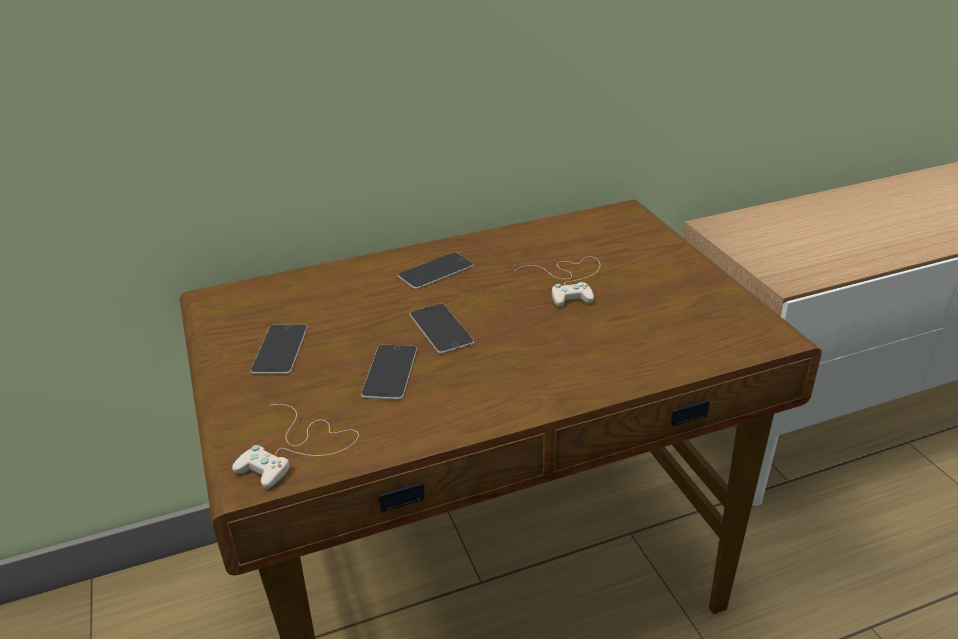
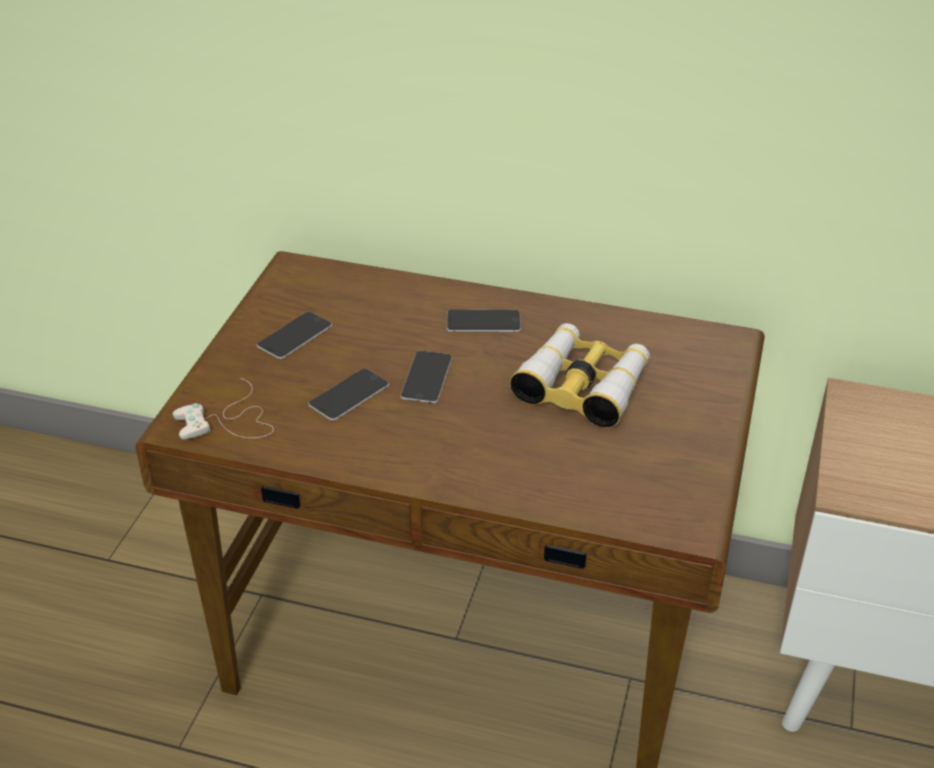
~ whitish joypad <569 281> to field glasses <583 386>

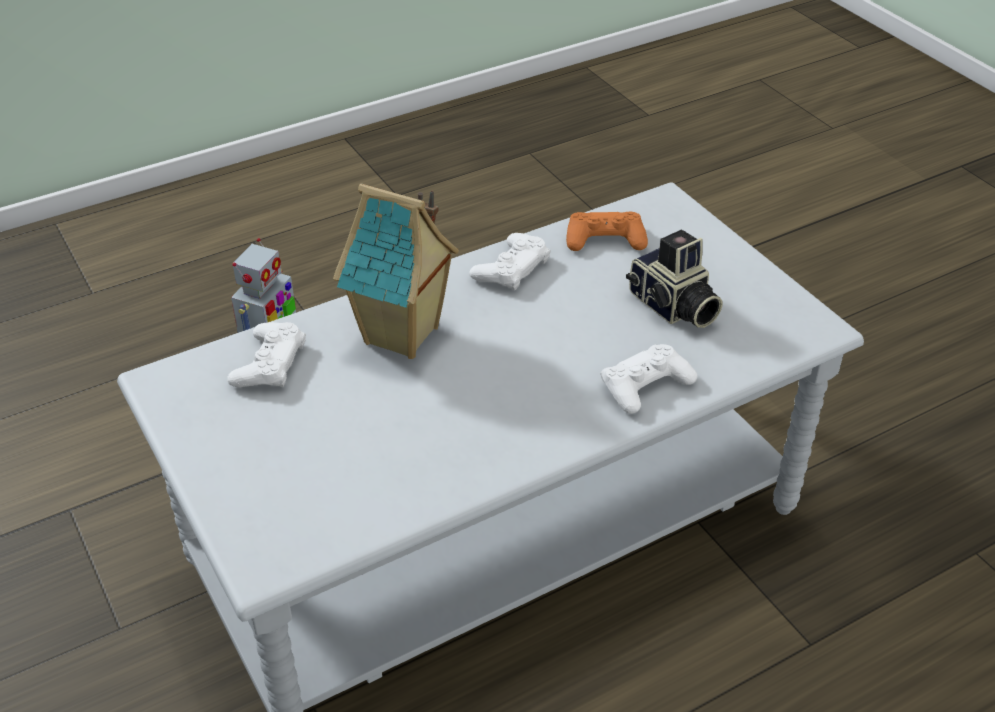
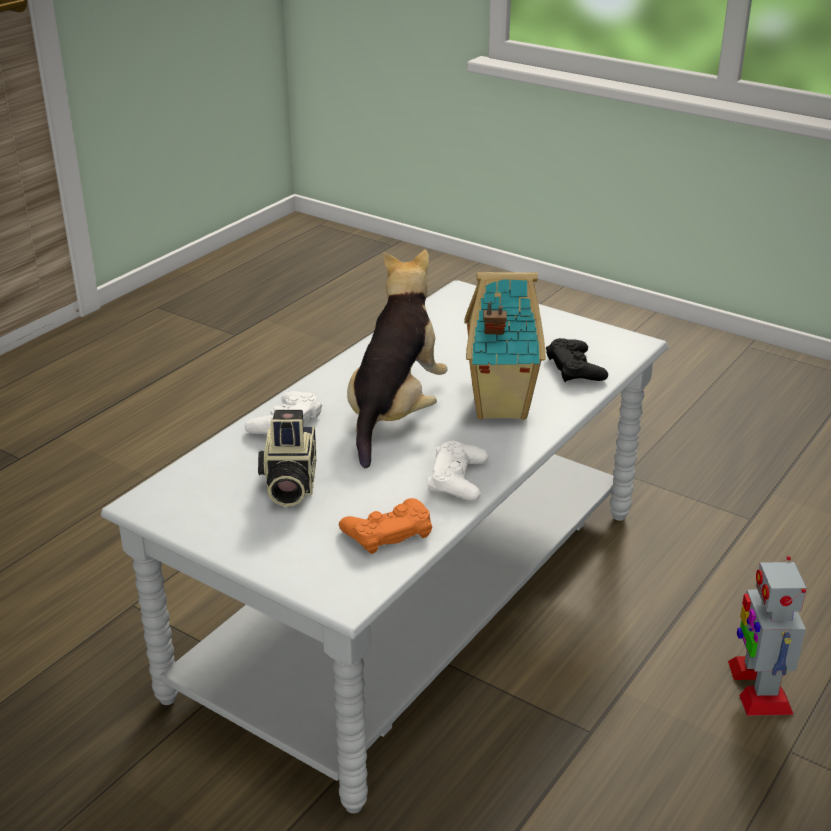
~ still camera <672 307> = <288 484> 120 degrees counterclockwise
~ whitish joypad <269 363> to black joypad <575 368>
+ cuddly toy <395 412>

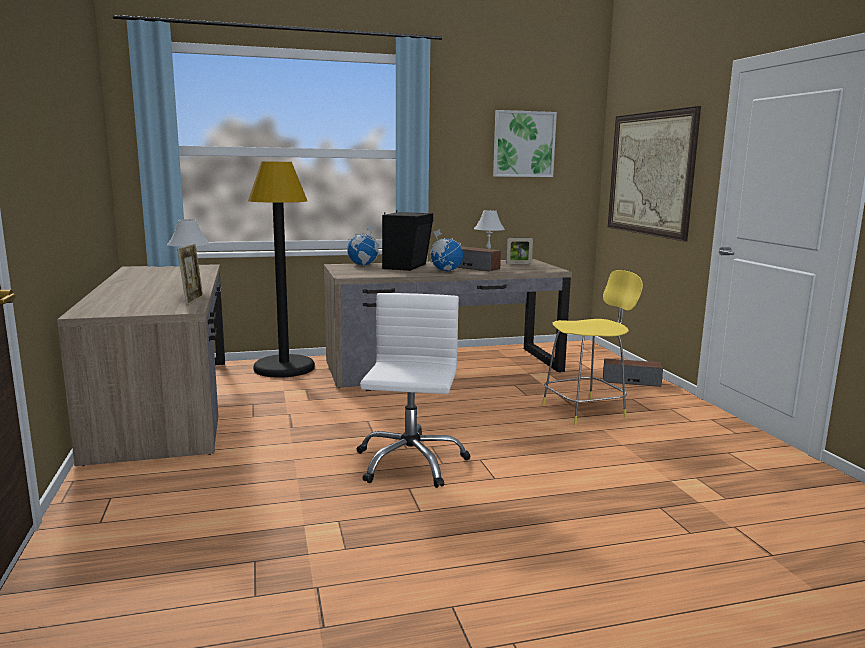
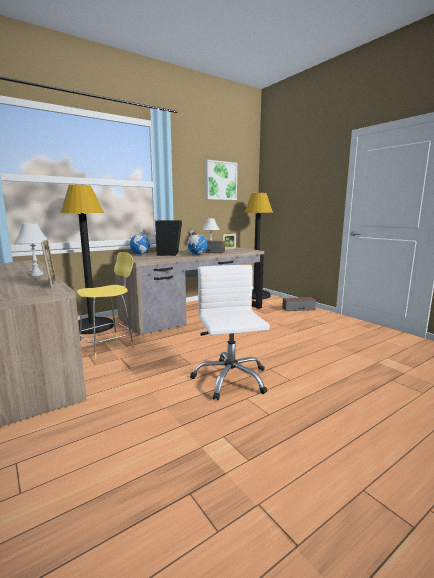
- wall picture <650 174>
~ yellow sitting stool <586 410> to <108 346>
+ black floor lamp <255 295>

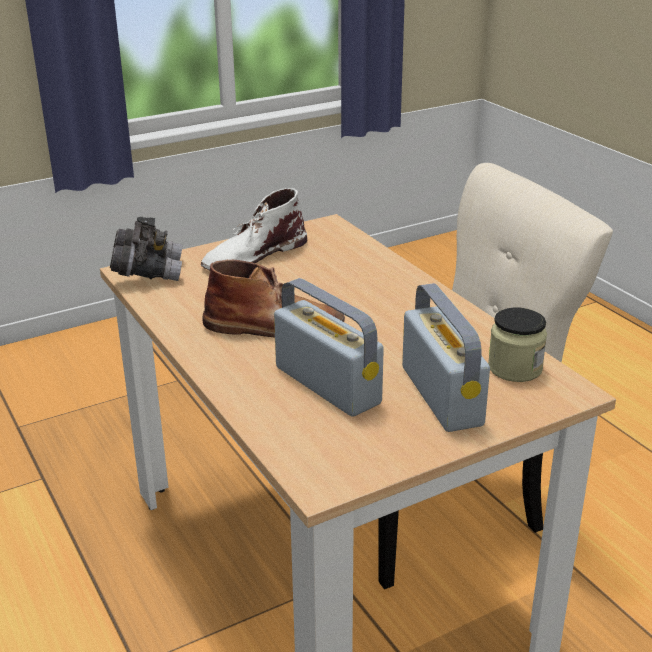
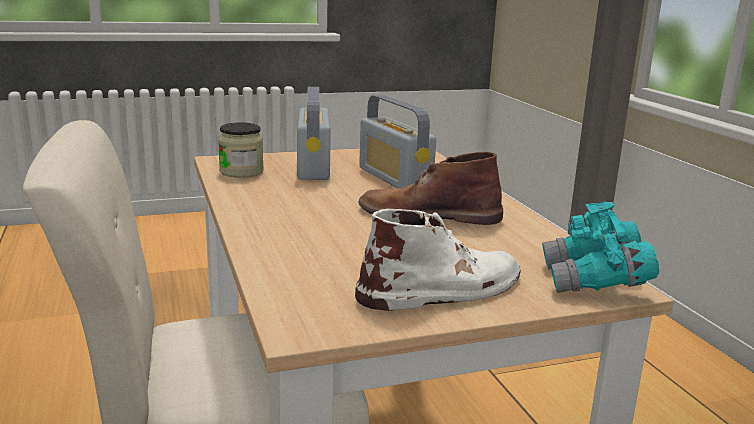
~ gray field glasses <148 272> to turquoise-coloured field glasses <594 282>

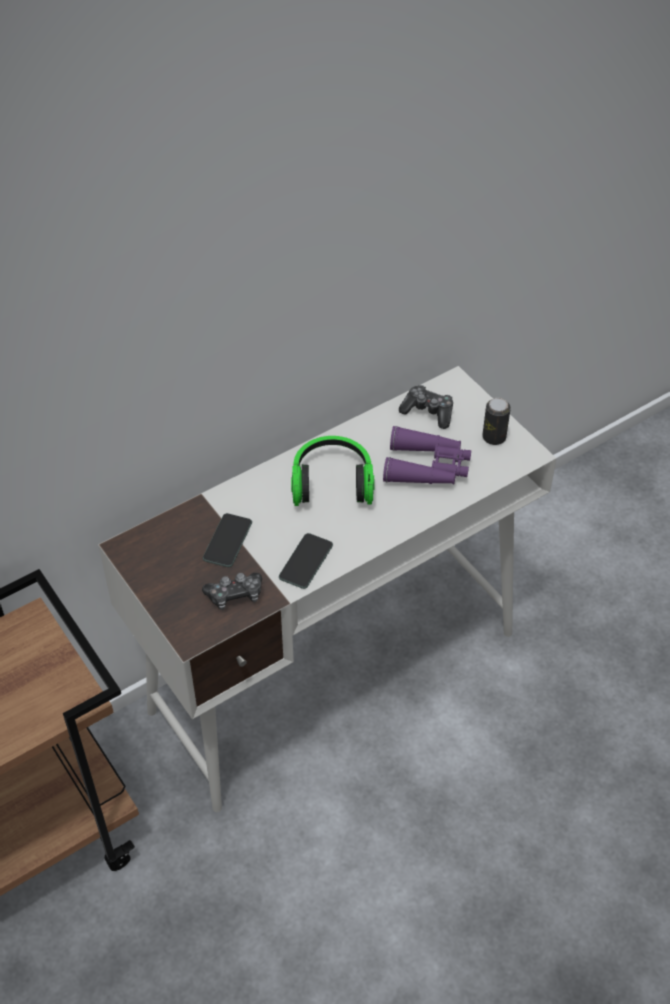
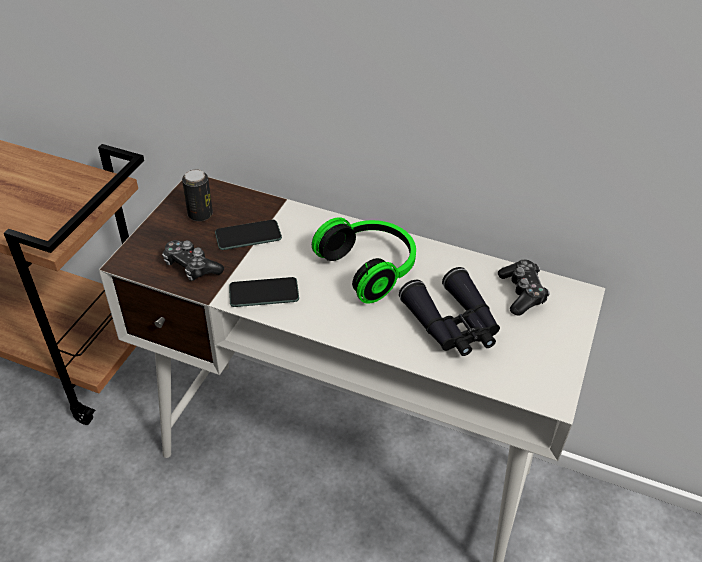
~ metal can <494 437> to <200 214>
~ purple field glasses <427 467> to black field glasses <453 324>

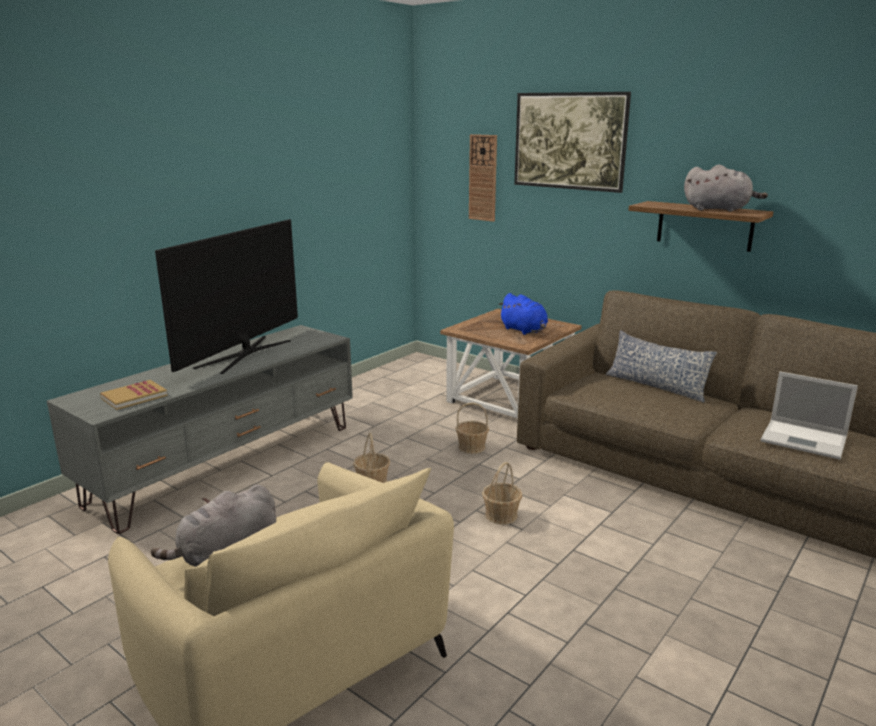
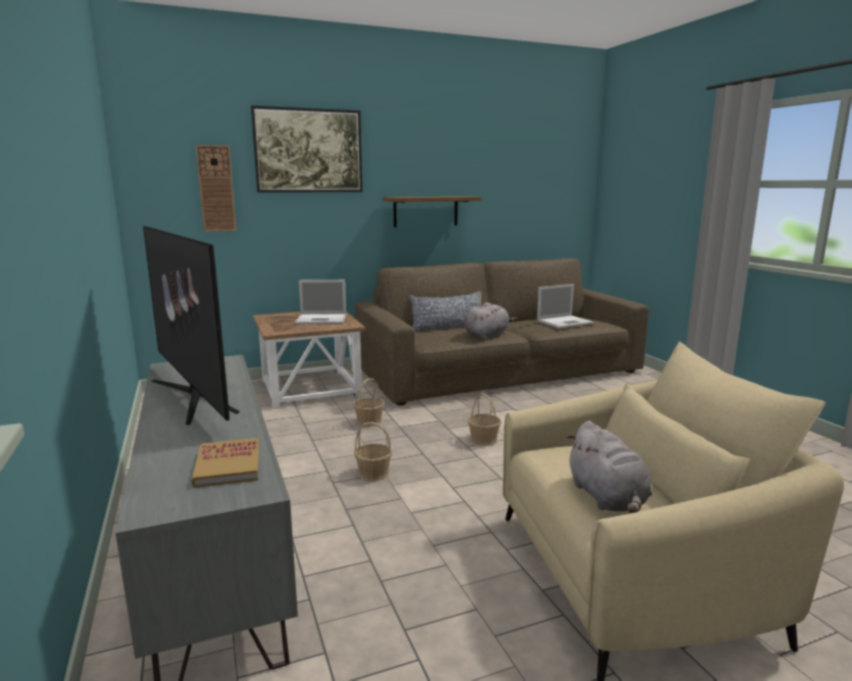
~ gray cuddly toy <719 209> to <487 334>
~ bluish cuddly toy <524 331> to laptop <322 319>

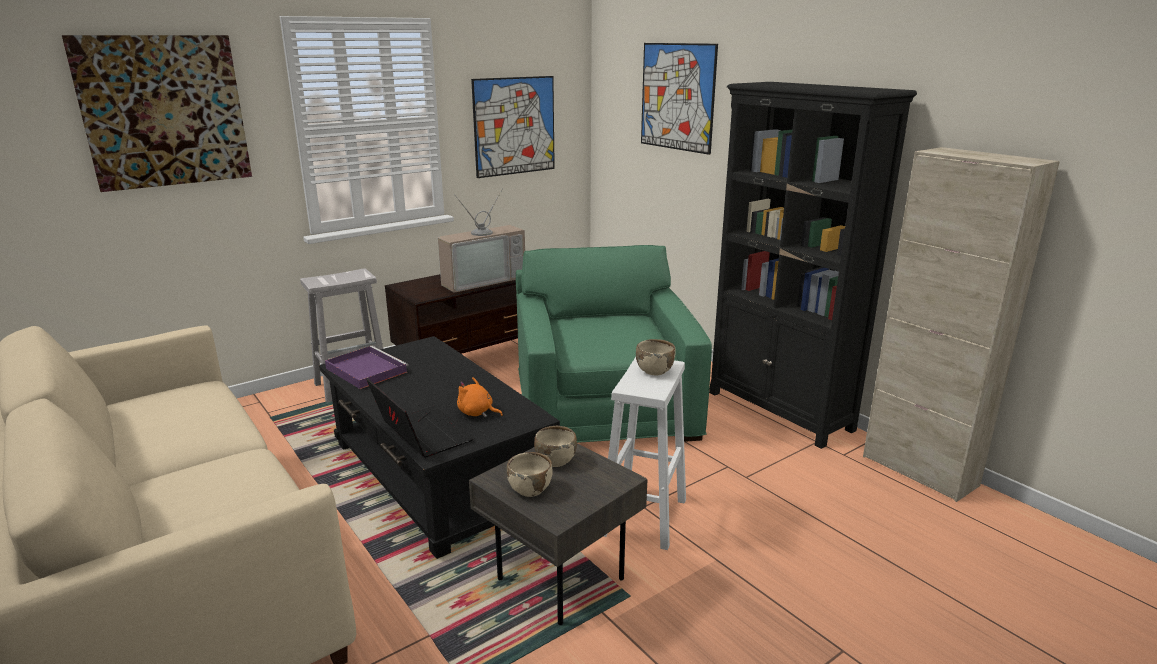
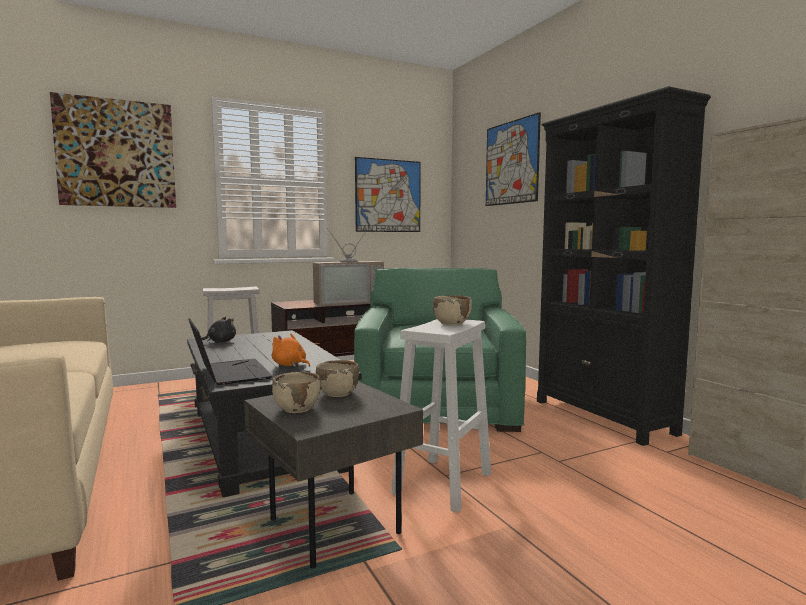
~ purple serving tray <365 370> to black cuddly toy <220 342>

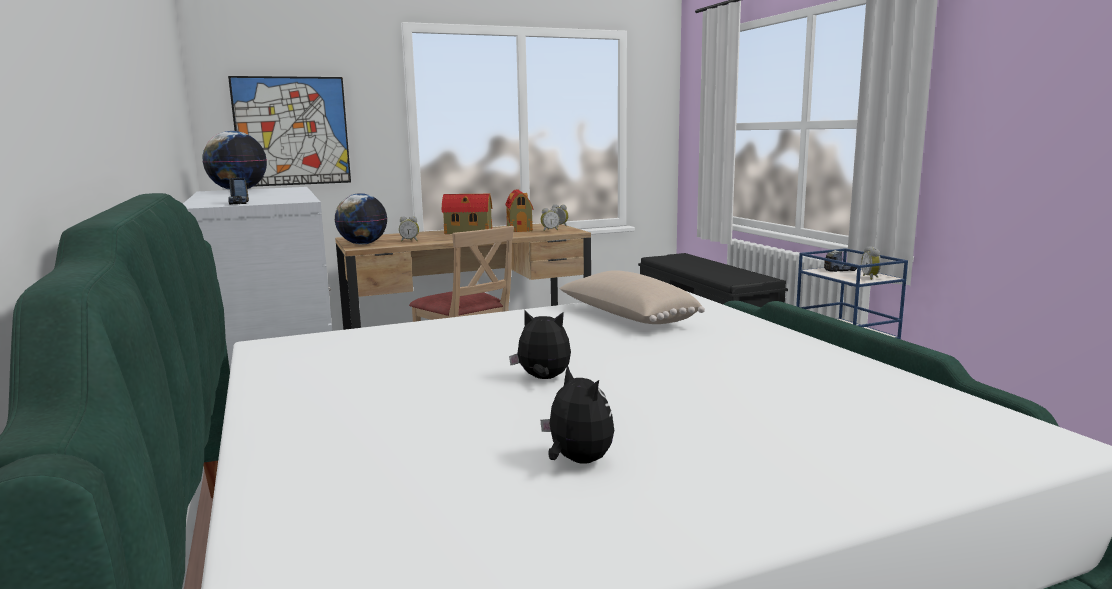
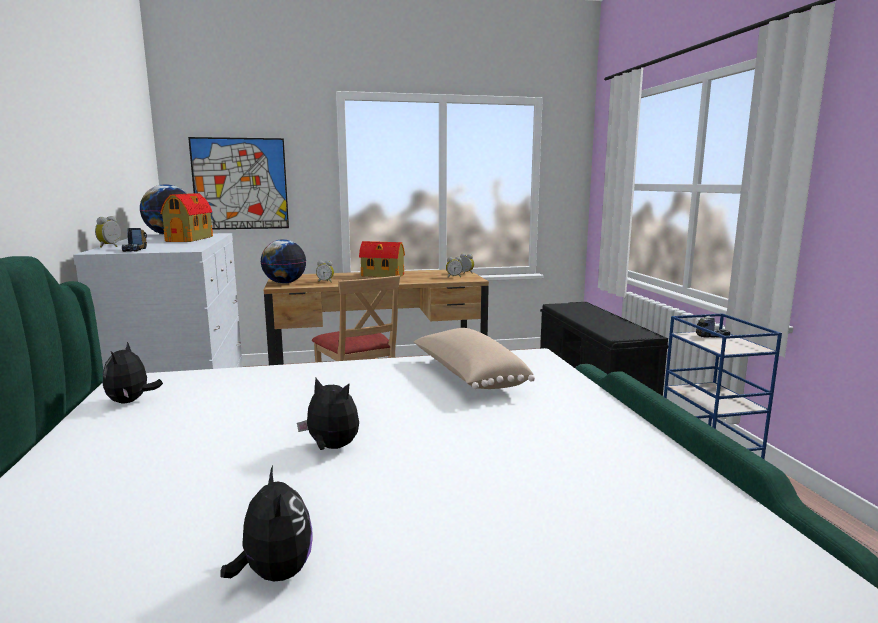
~ model house <519 228> to <190 239>
~ bedside clock <871 277> to <111 246>
+ cuddly toy <131 401>

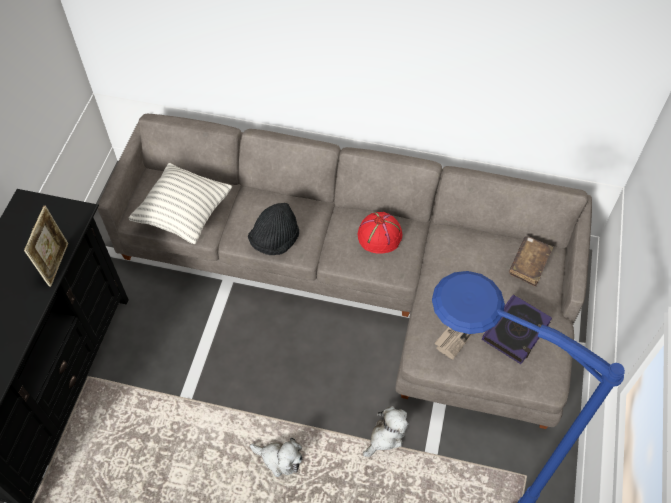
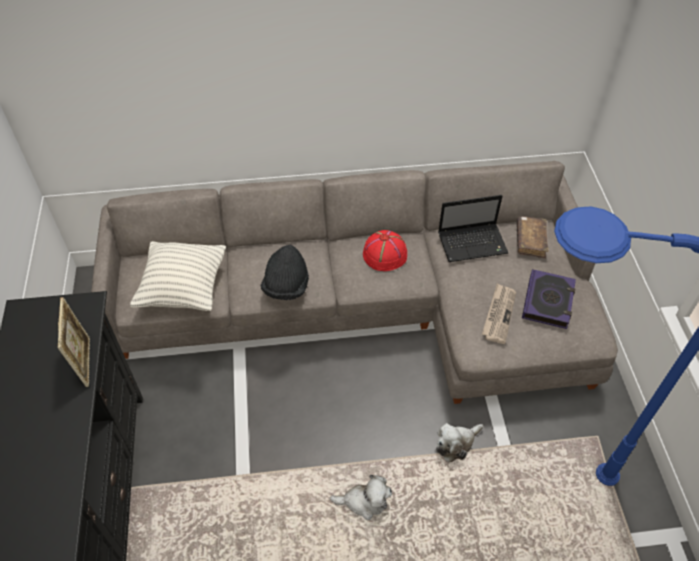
~ cuddly toy <386 436> = <456 444> 150 degrees counterclockwise
+ laptop <473 243>

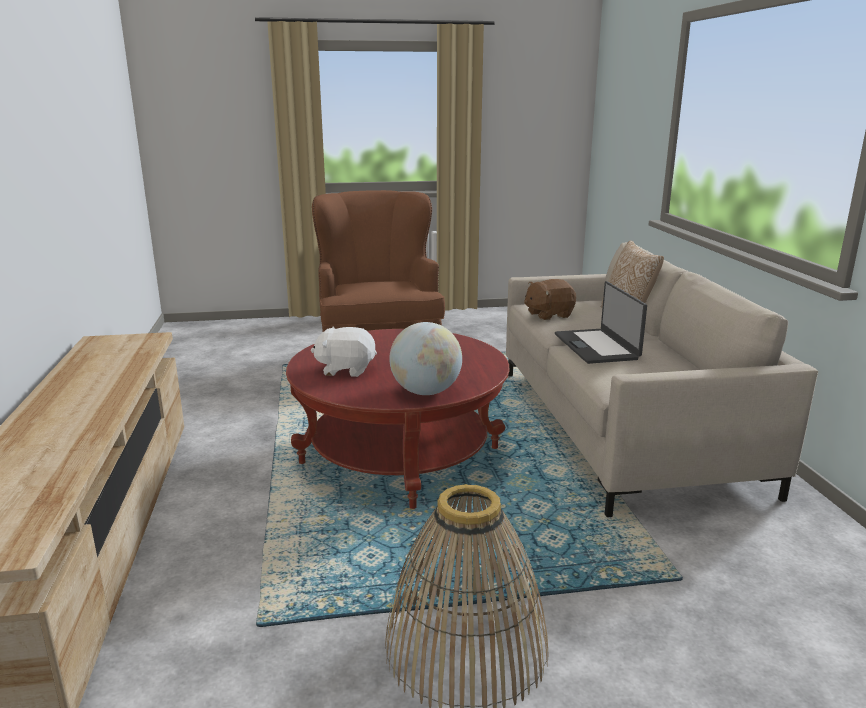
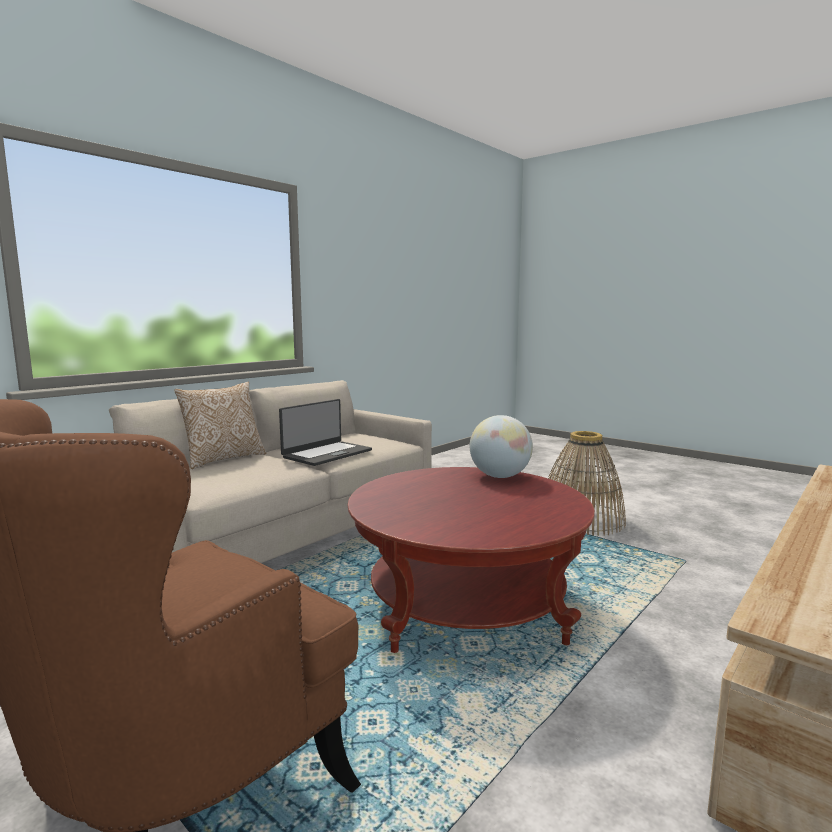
- brown cuddly toy <548 315>
- whitish cuddly toy <346 369>

